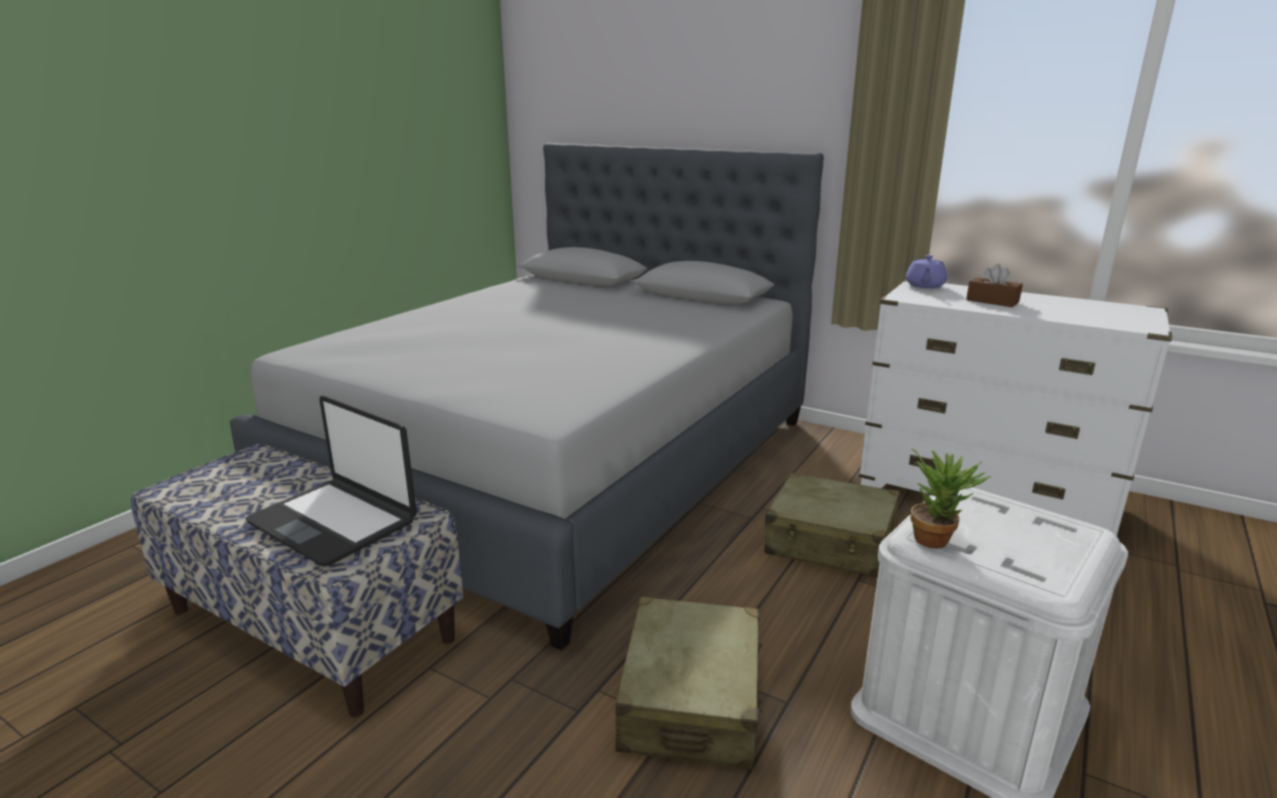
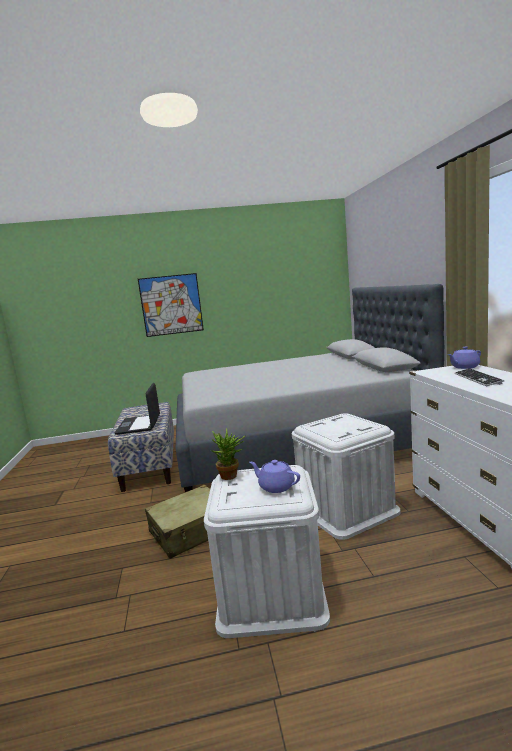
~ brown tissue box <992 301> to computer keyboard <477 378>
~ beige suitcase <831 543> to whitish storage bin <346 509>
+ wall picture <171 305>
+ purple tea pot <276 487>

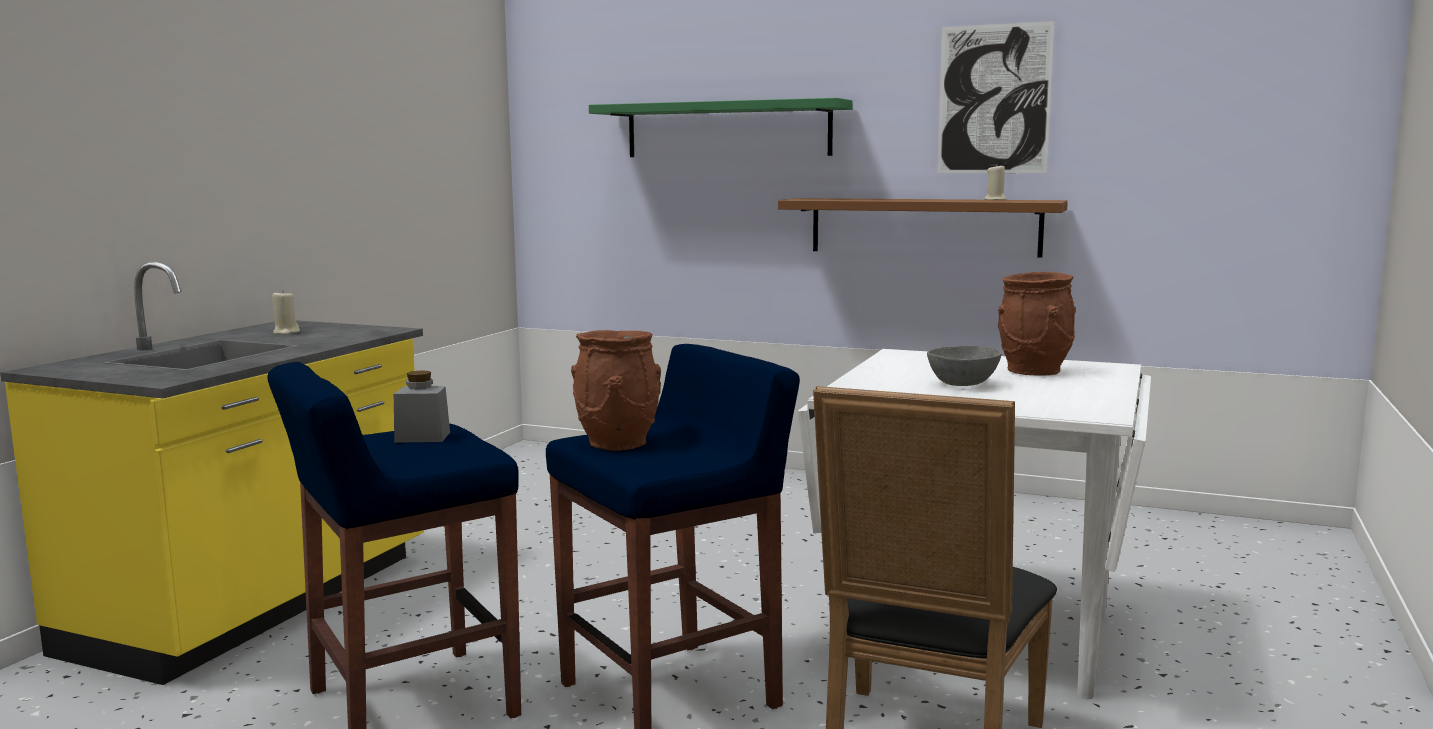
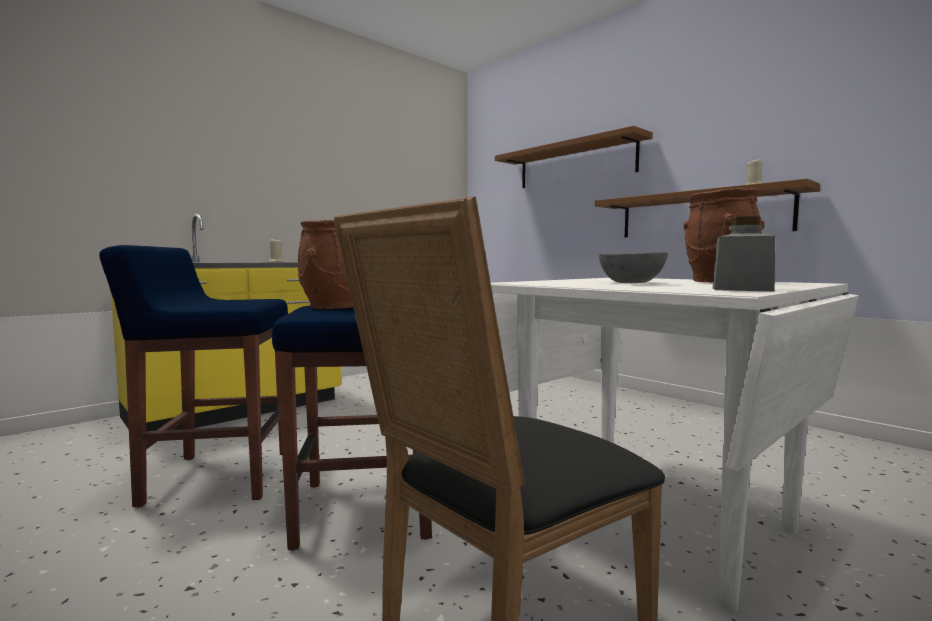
- wall picture <994 99>
~ green wall shelf <727 130> to brown wall shelf <575 164>
~ gray storage jar <422 437> to <741 289>

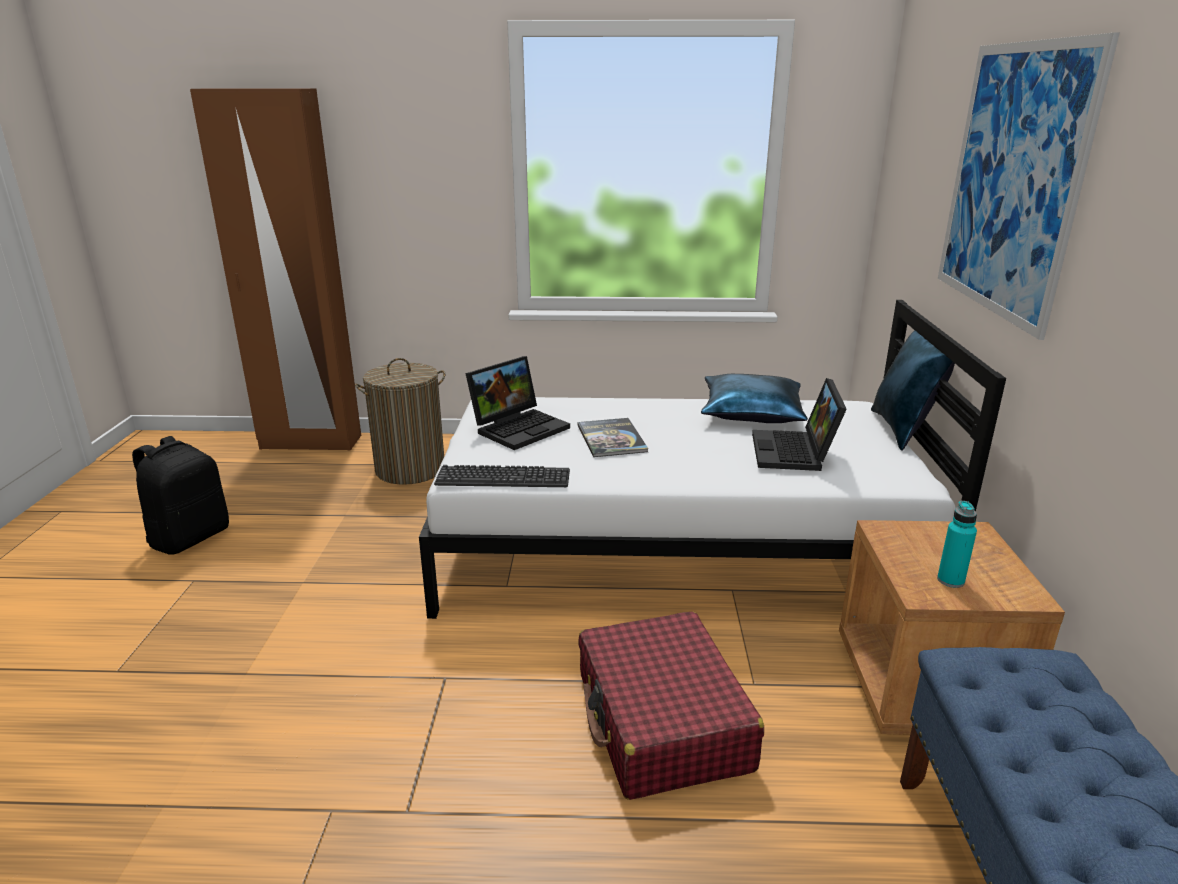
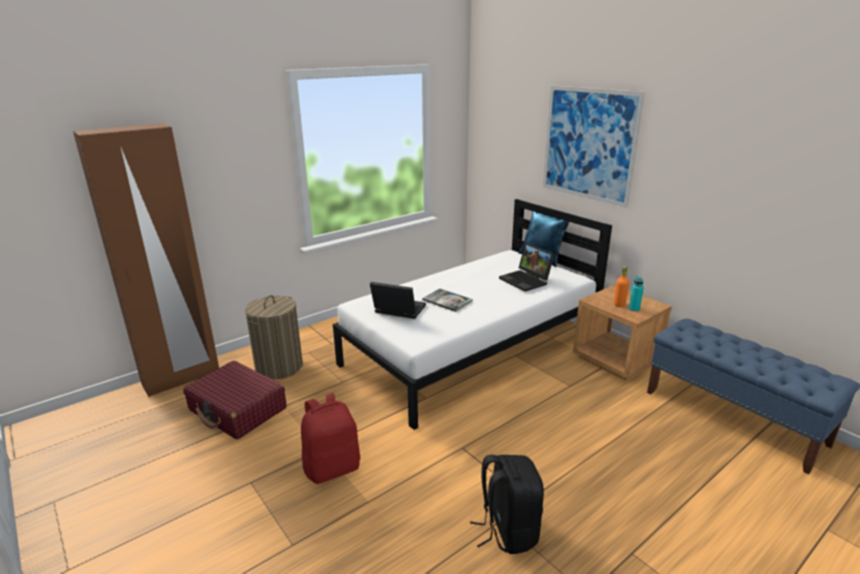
~ laptop <520 427> = <397 310> 75 degrees counterclockwise
- bluish pillow <751 412>
~ black knapsack <190 537> to <507 530>
- computer keyboard <503 478>
~ red-coloured suitcase <662 722> to <238 409>
+ orange drink bottle <619 305>
+ red-coloured knapsack <332 468>

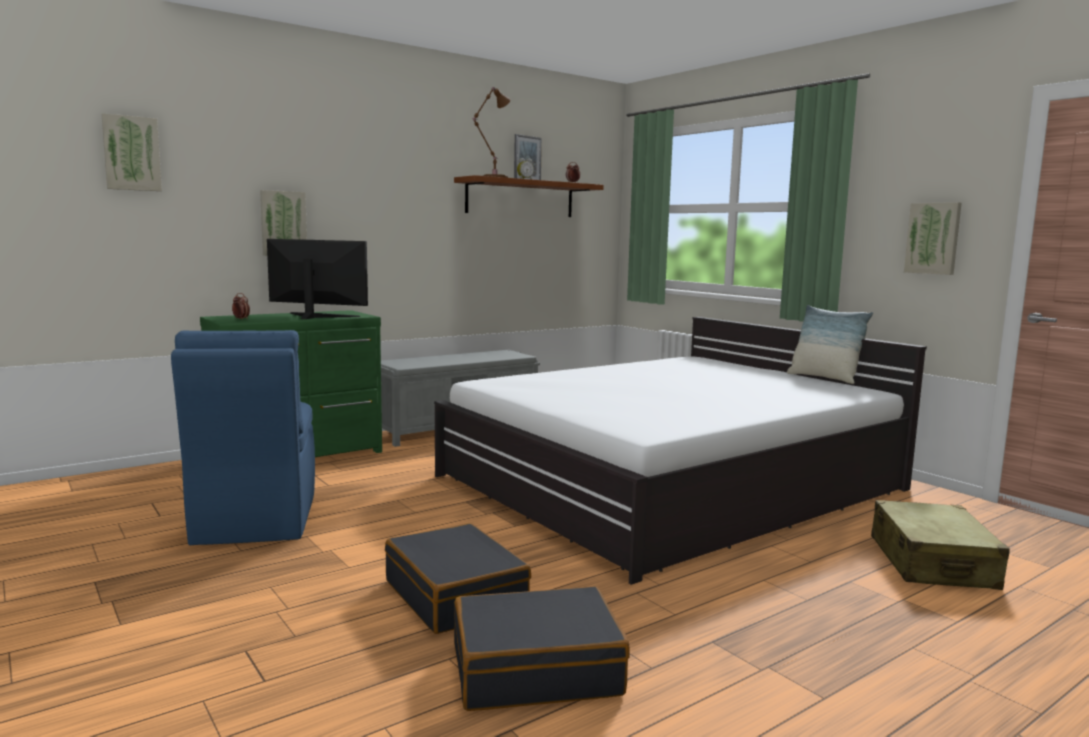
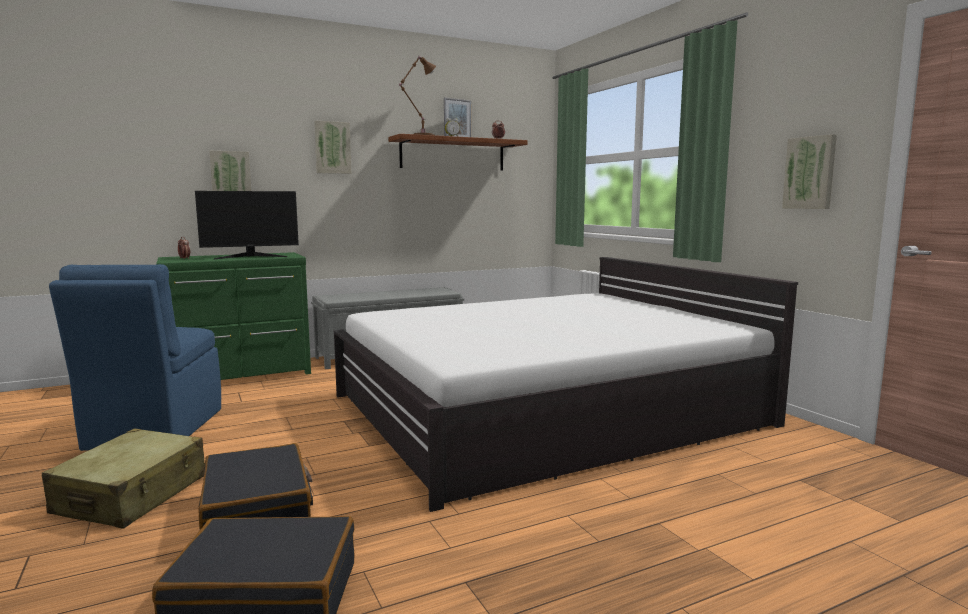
~ wall picture <131 153> to <332 147>
~ monitor <315 316> = <251 256> 135 degrees clockwise
- pillow <824 378>
~ beige suitcase <932 563> to <132 495>

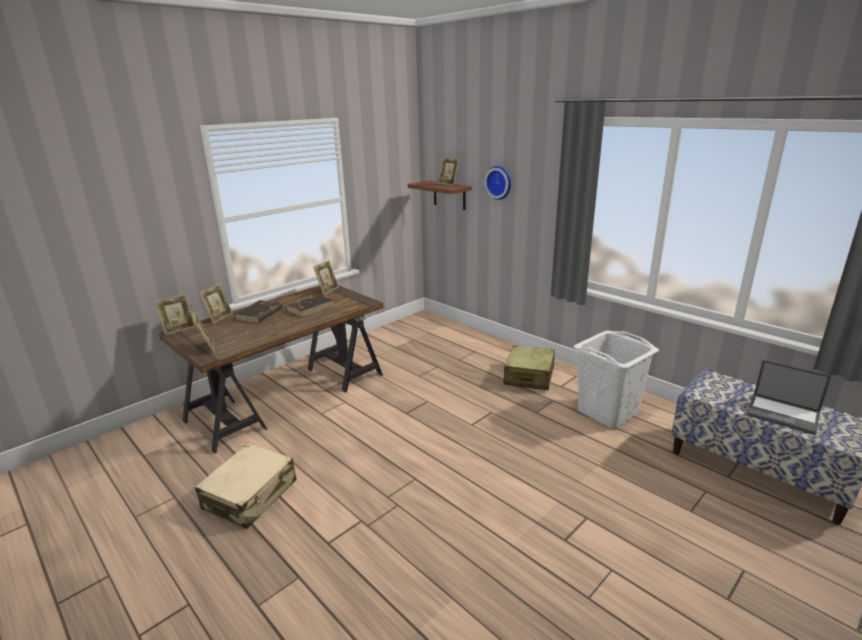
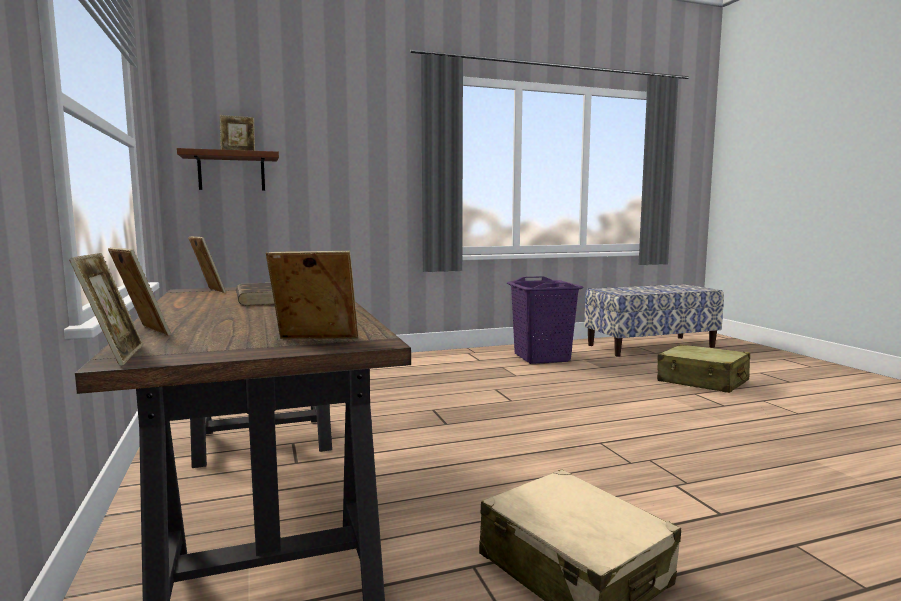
- clock on the wall <499 182>
- brown volume <259 314>
~ whitish hamper <608 412> to purple hamper <542 357>
~ beige suitcase <529 376> to <702 381>
- laptop <783 414>

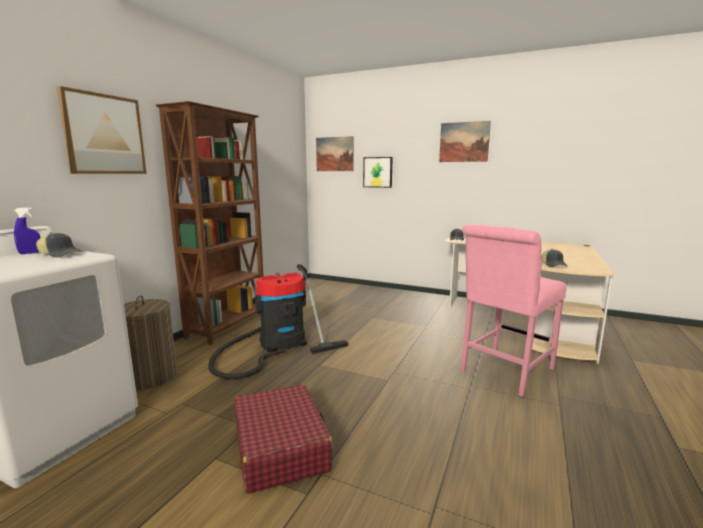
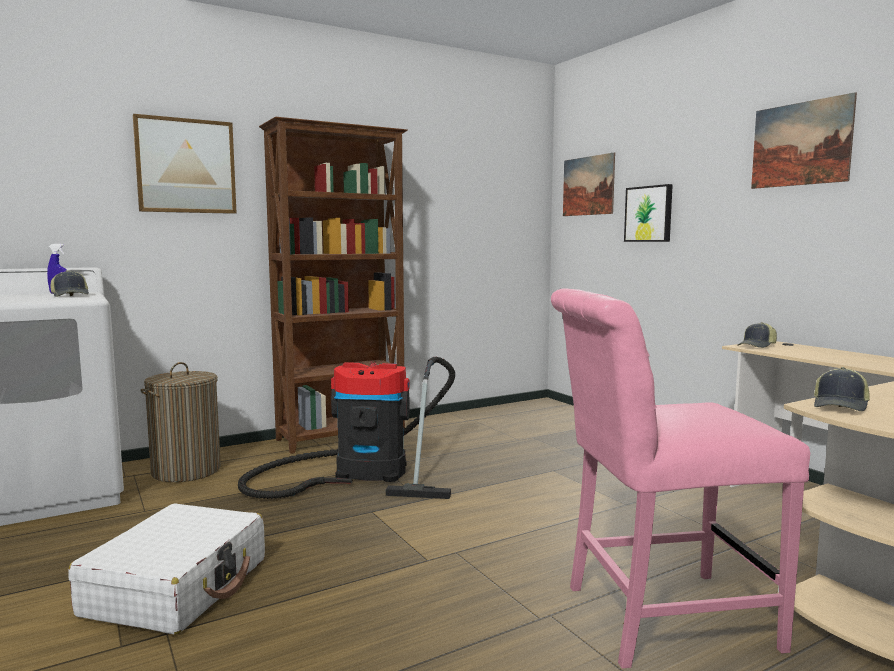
~ red-coloured suitcase <280 447> to whitish suitcase <178 586>

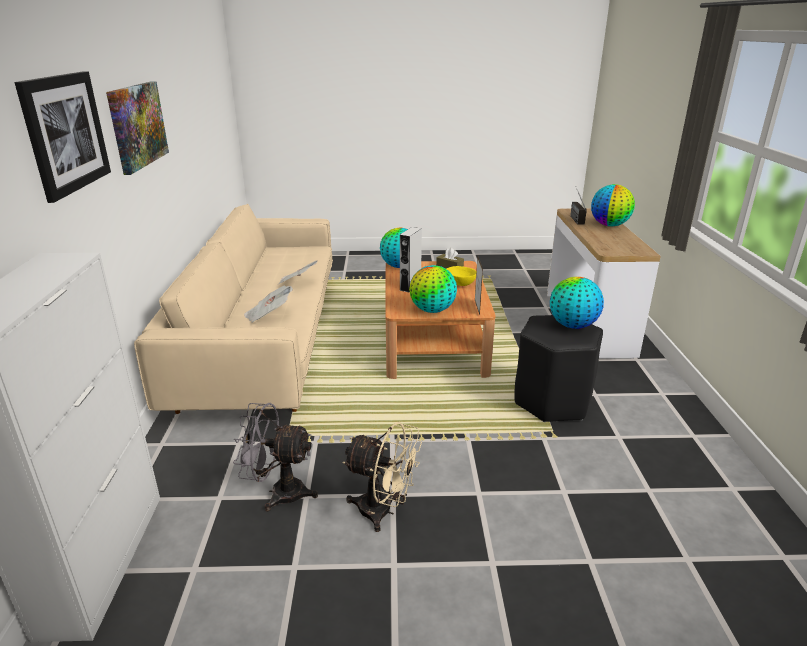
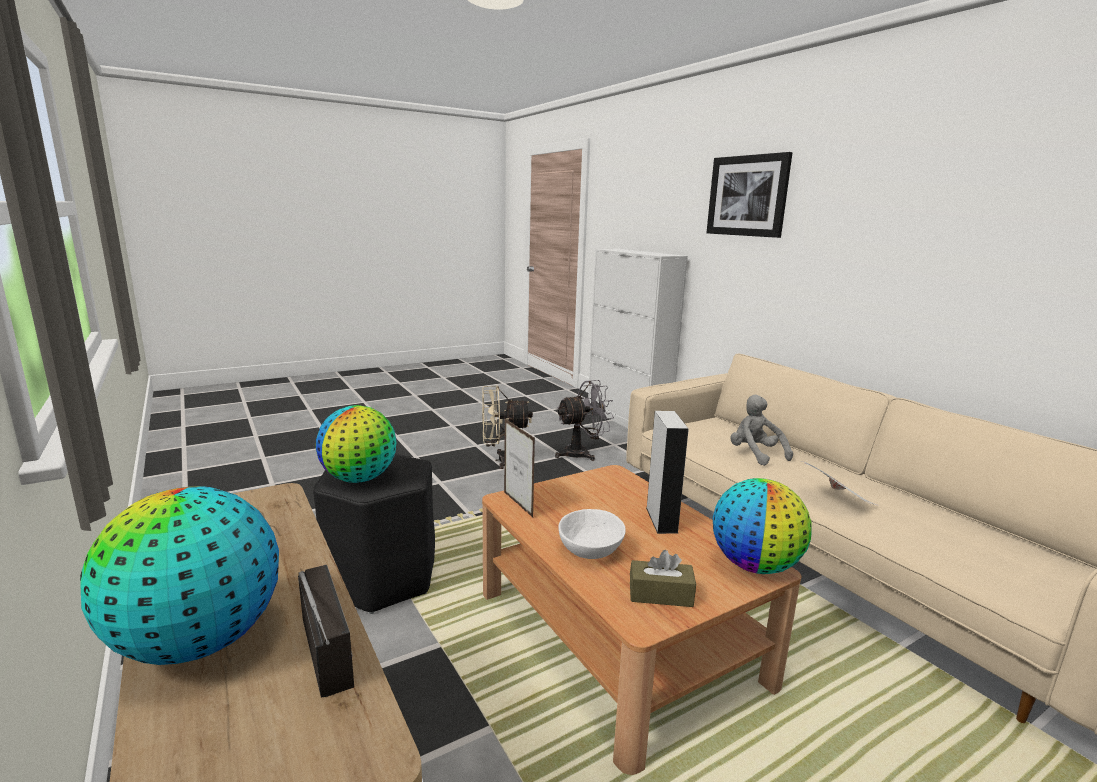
- wall picture <137 125>
- world globe <432 310>
~ yellow bowl <460 283> to whitish bowl <590 550>
~ newspaper <268 315> to gray cuddly toy <755 454>

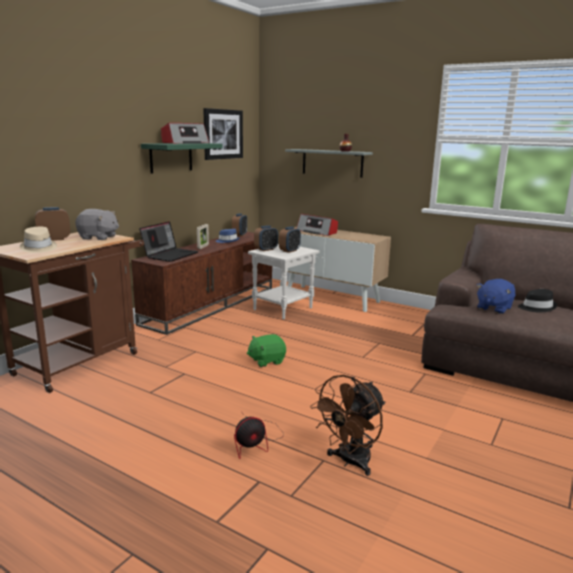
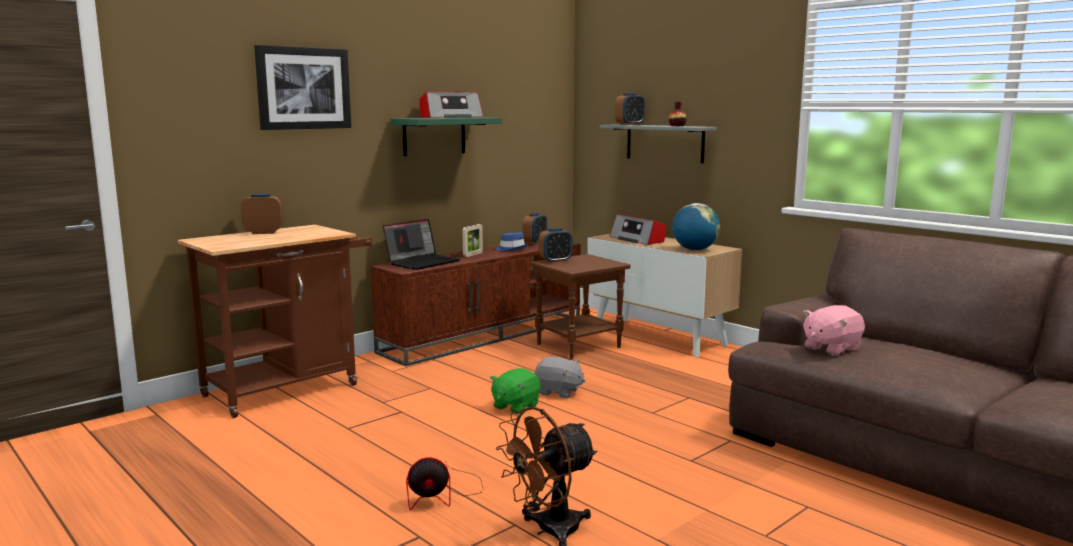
~ wall picture <223 134> to <303 88>
~ gray cuddly toy <98 237> to <558 392>
~ bedside clock <289 251> to <629 124>
- beige hat <38 248>
~ whitish accent table <282 308> to brown accent table <578 345>
~ bluish cuddly toy <493 308> to pink cuddly toy <831 349>
- black hat <536 307>
~ green cuddly toy <266 361> = <515 406> 45 degrees counterclockwise
+ world globe <695 250>

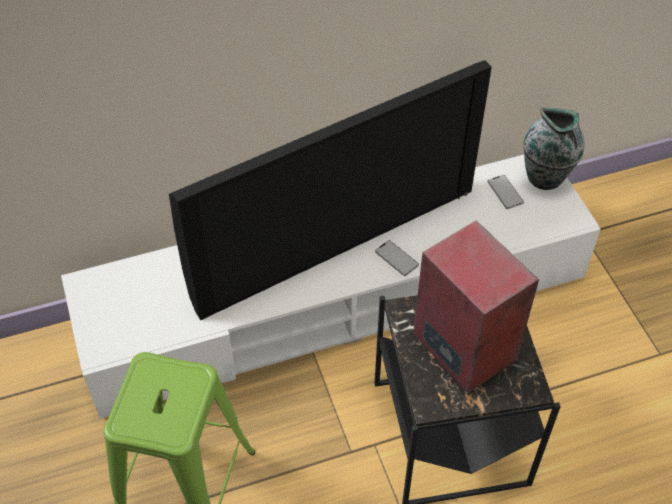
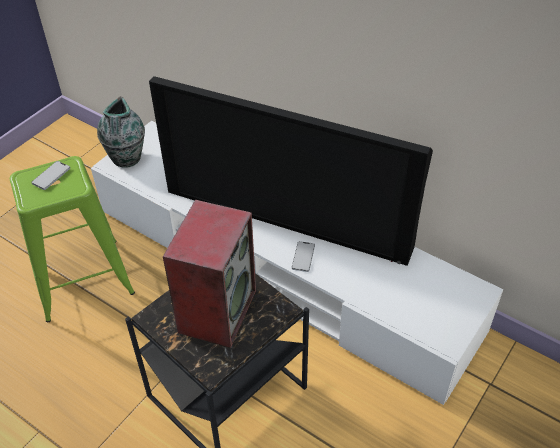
~ flower vase <546 177> to <126 159>
~ phone <505 192> to <51 176>

